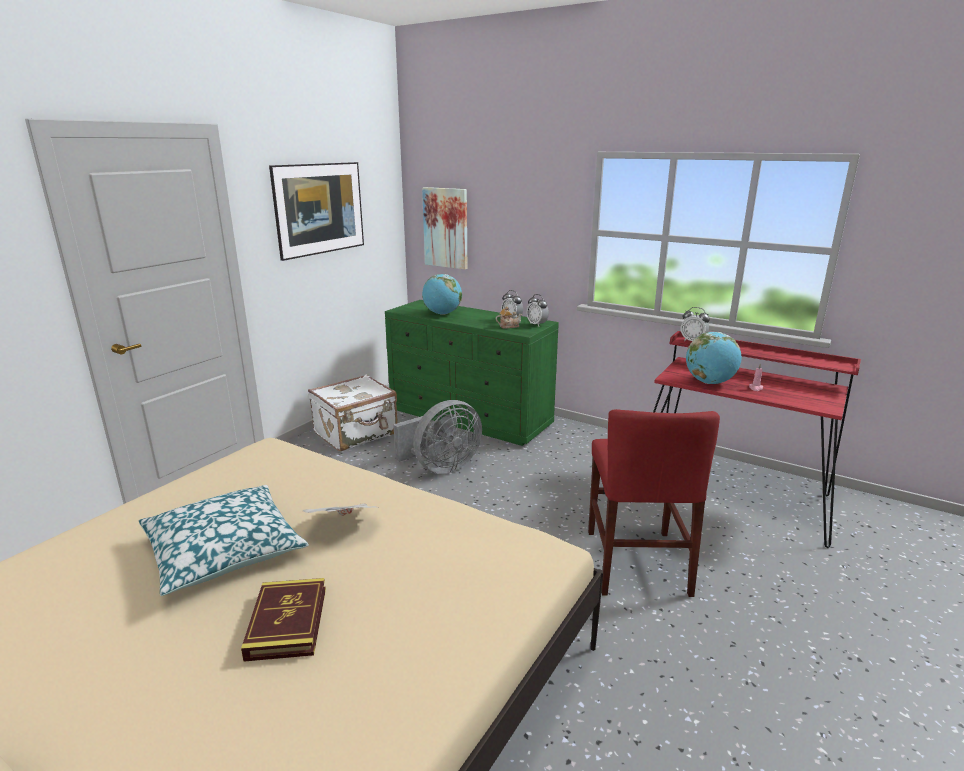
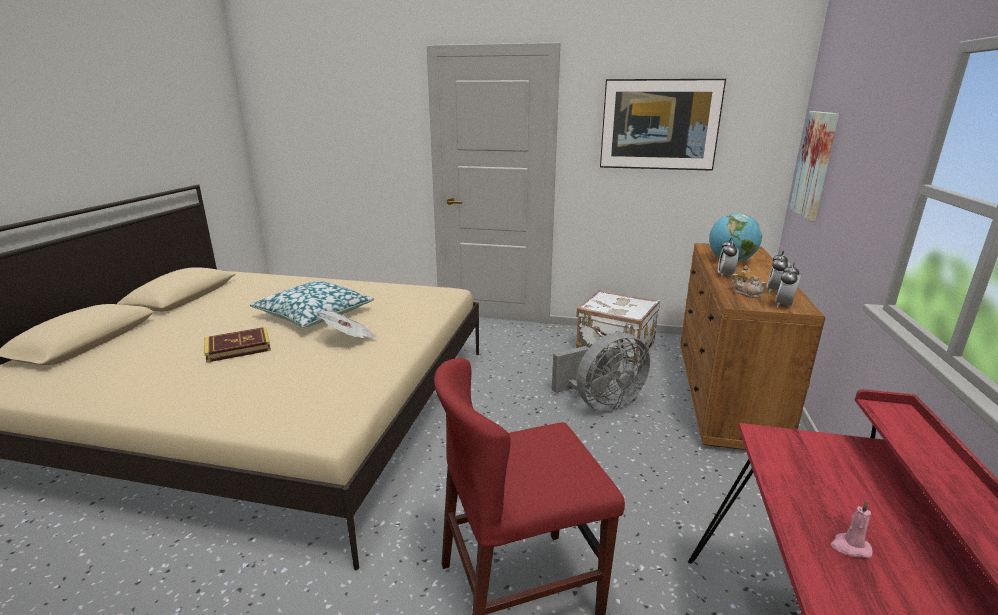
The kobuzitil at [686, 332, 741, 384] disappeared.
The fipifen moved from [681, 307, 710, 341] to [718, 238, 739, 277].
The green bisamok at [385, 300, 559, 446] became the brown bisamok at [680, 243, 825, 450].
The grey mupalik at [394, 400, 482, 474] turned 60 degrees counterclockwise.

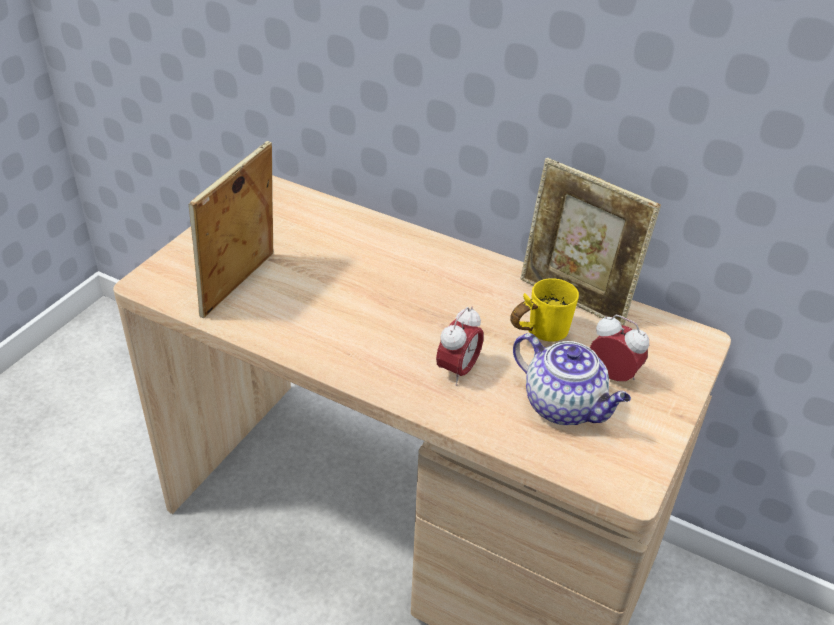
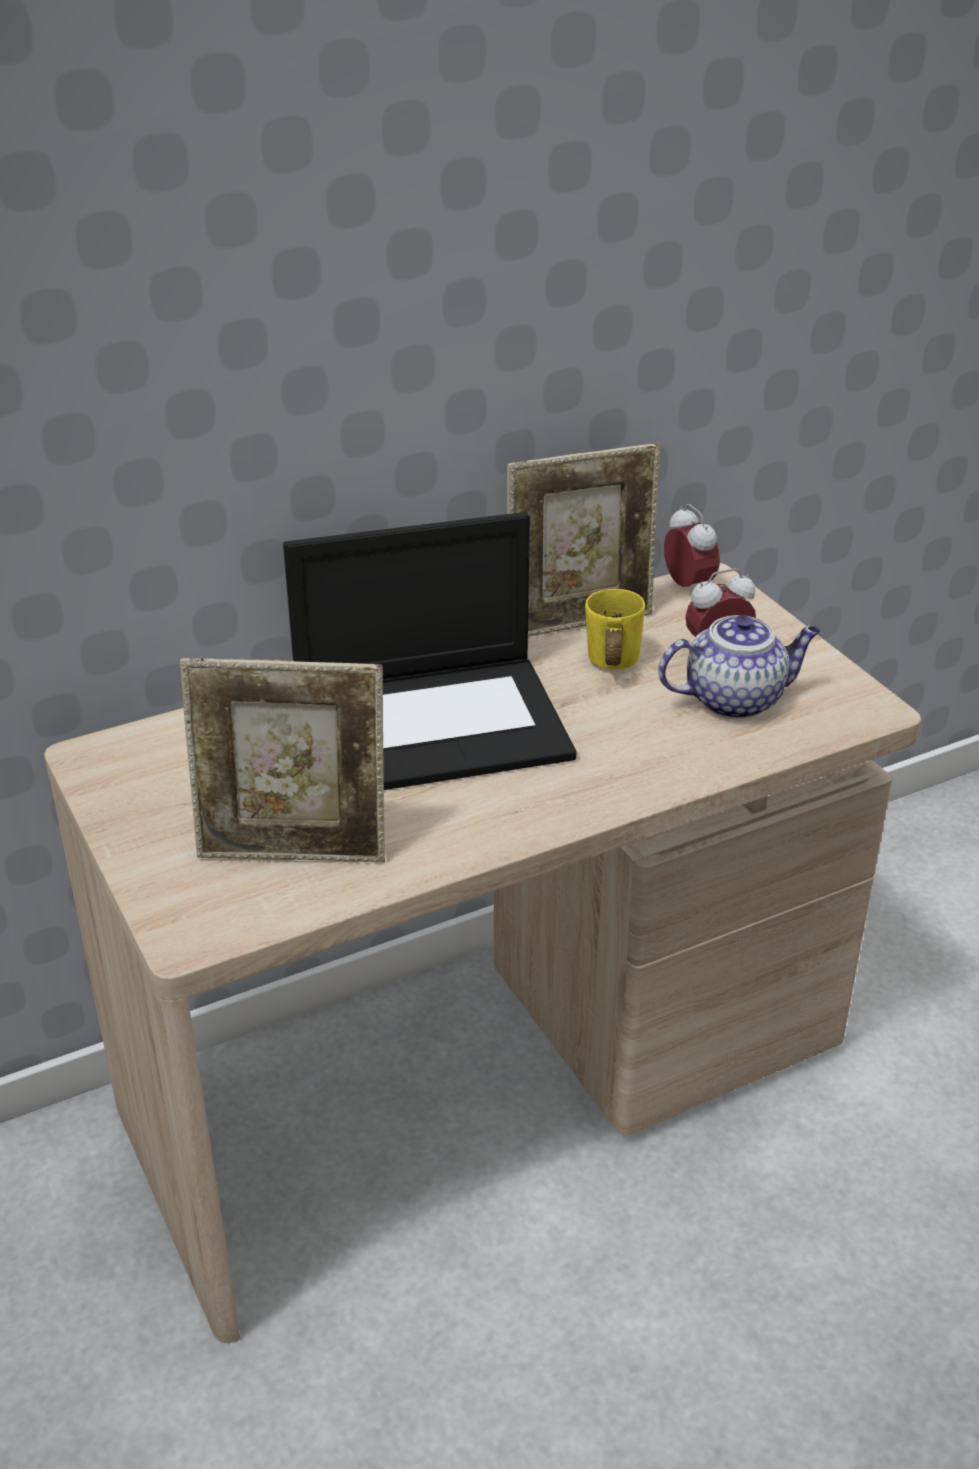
The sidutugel at [283, 512, 576, 790] appeared.
The fipifen moved from [436, 306, 484, 386] to [664, 504, 720, 587].
The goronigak at [189, 141, 273, 318] turned 60 degrees counterclockwise.

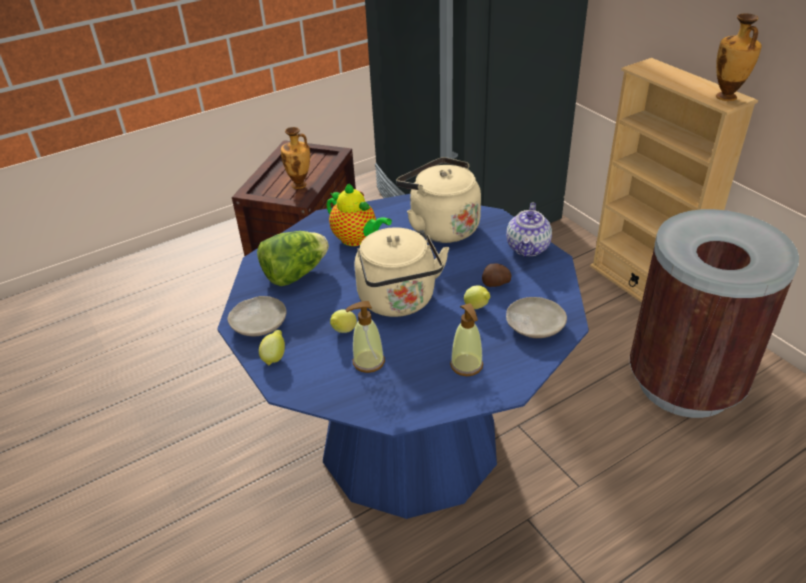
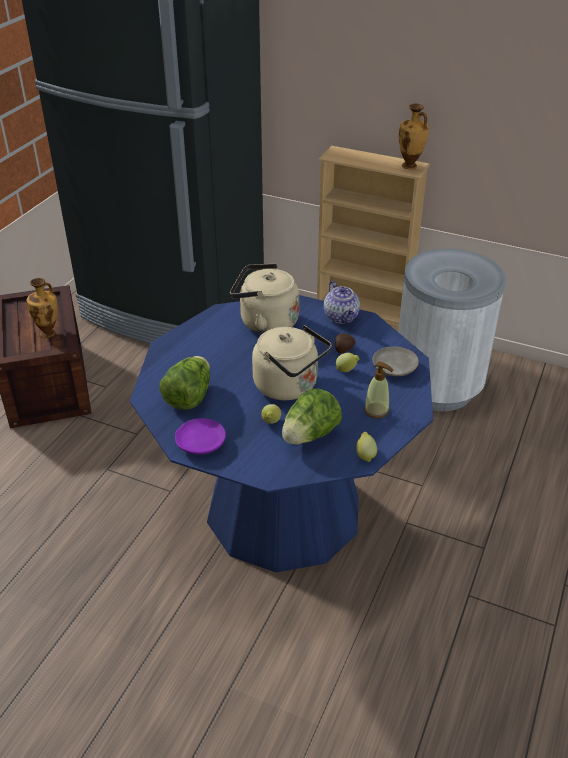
The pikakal at [326, 183, 392, 246] disappeared.
The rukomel moved from [259, 330, 285, 366] to [356, 432, 377, 462].
The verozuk at [345, 301, 385, 373] was replaced by the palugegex at [282, 389, 342, 445].
The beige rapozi at [227, 296, 286, 336] became the purple rapozi at [175, 418, 226, 455].
The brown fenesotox at [630, 209, 799, 418] became the white fenesotox at [398, 248, 506, 411].

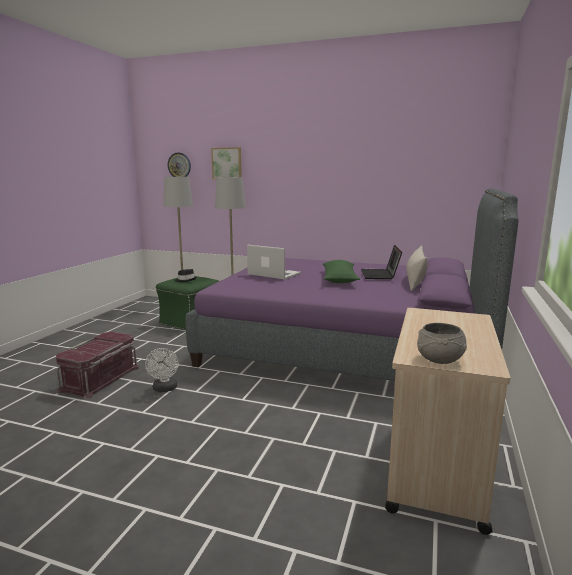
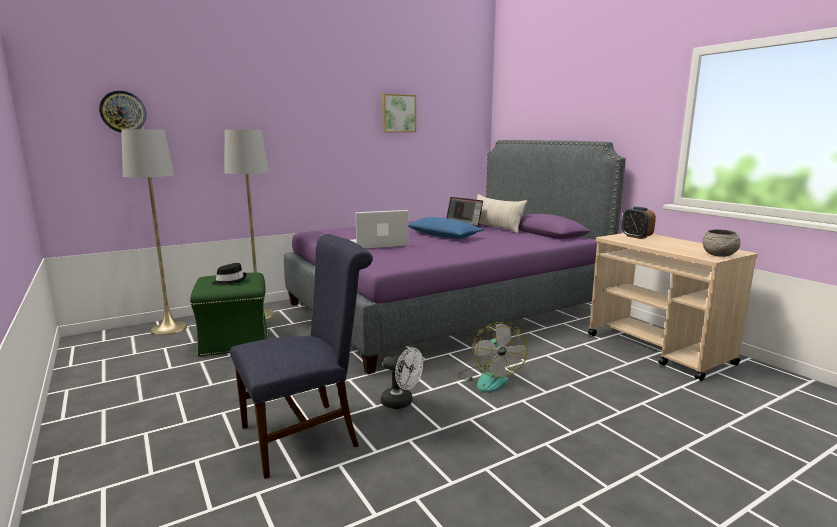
The mupalik at [458, 322, 528, 392] appeared.
The fipifen at [622, 207, 656, 239] appeared.
The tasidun moved from [211, 147, 242, 180] to [382, 94, 416, 132].
The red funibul at [56, 332, 140, 400] was replaced by the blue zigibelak at [230, 234, 373, 479].
The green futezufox at [323, 260, 360, 283] became the blue futezufox at [408, 217, 484, 239].

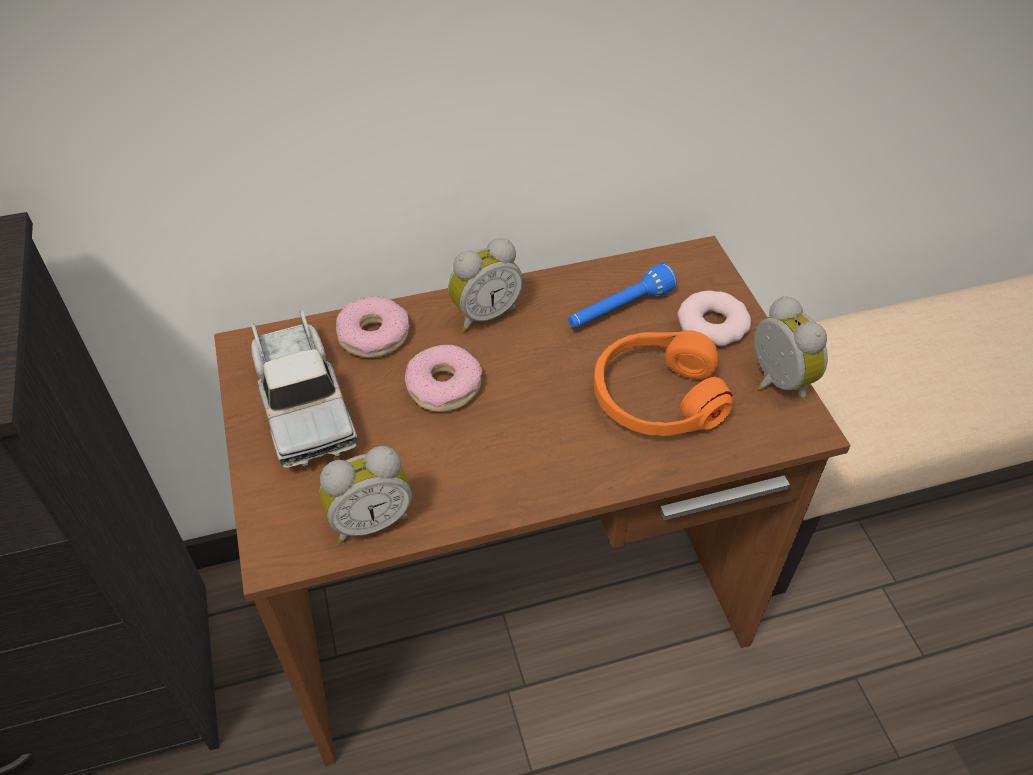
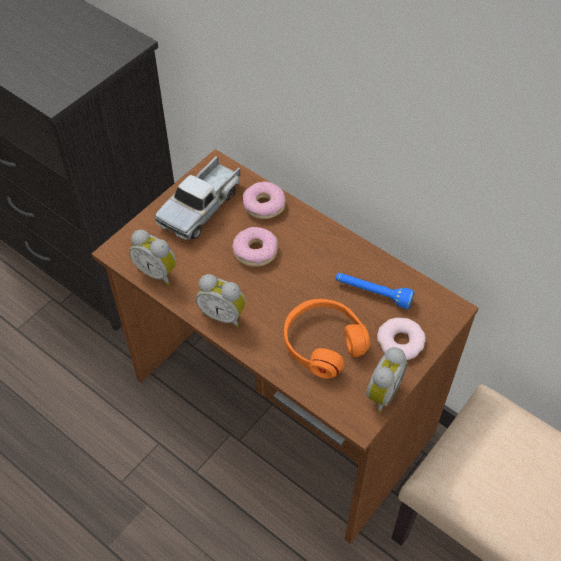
The fipifen moved from [448, 238, 523, 332] to [196, 274, 246, 327].

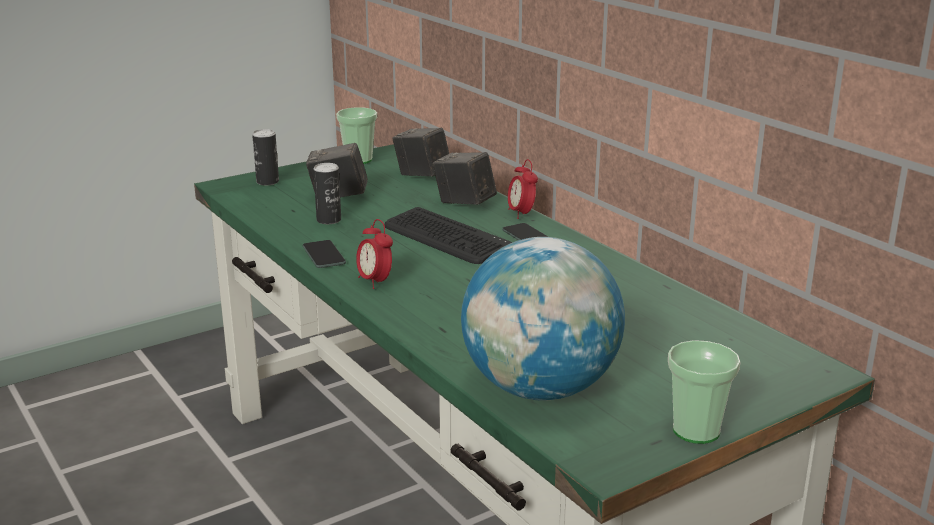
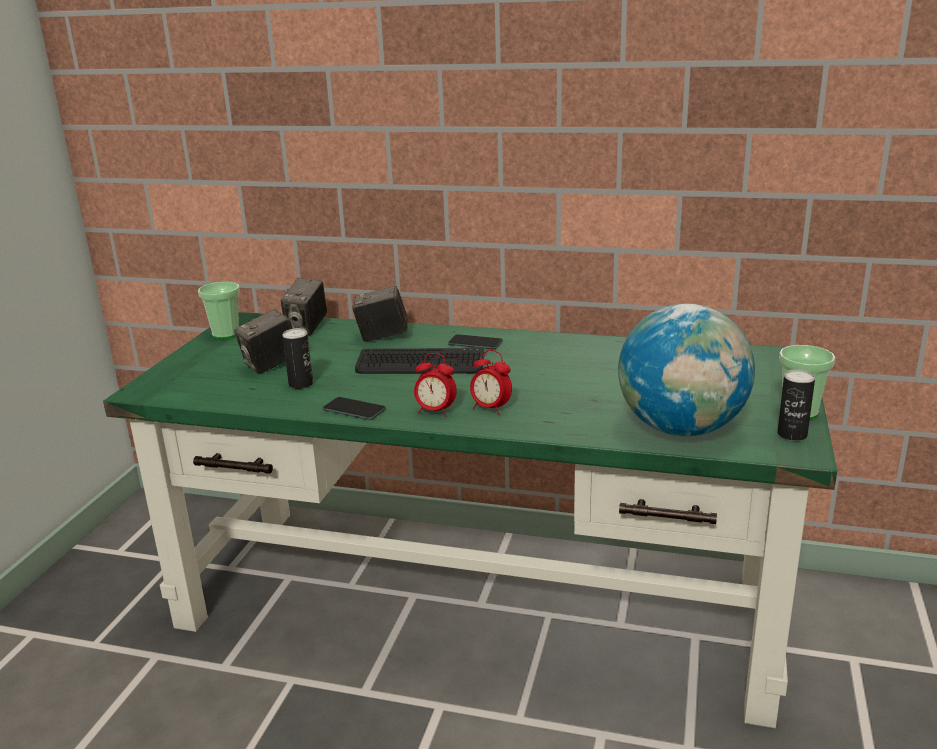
The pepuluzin moved from [252, 129, 279, 185] to [777, 369, 815, 441].
The fipifen moved from [508, 159, 538, 219] to [470, 350, 512, 415].
The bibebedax at [392, 127, 449, 176] turned 75 degrees counterclockwise.

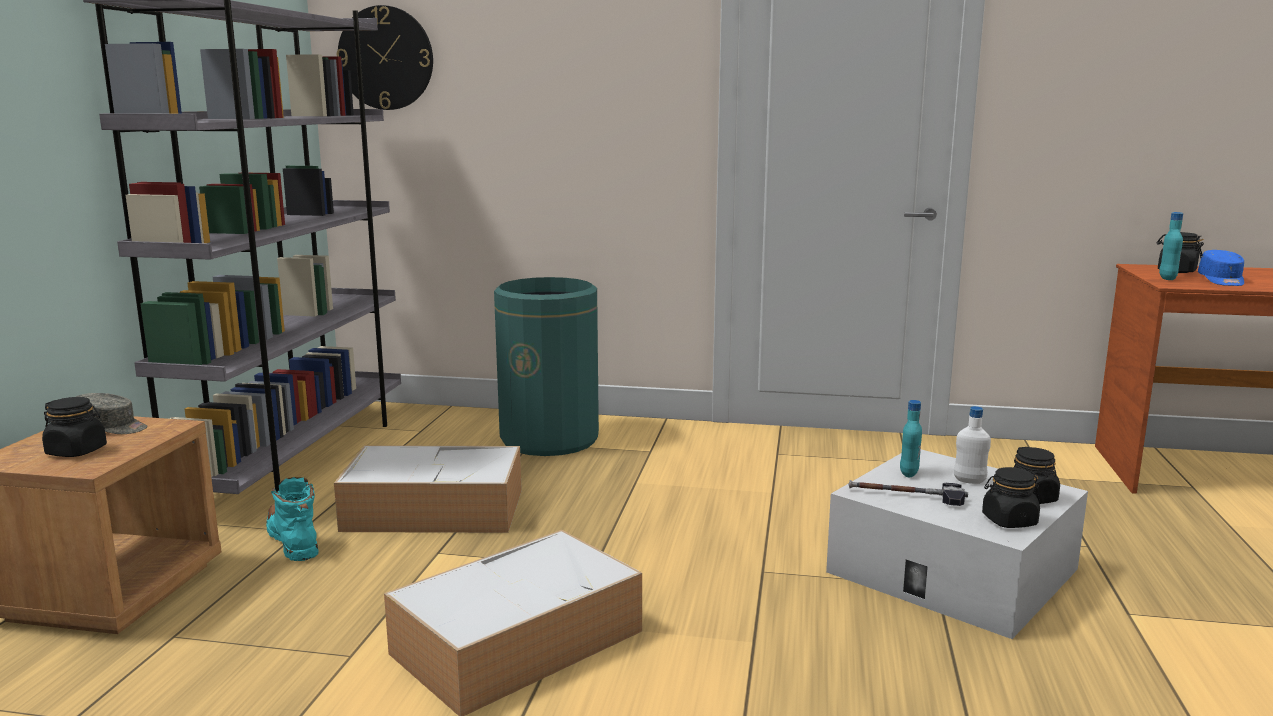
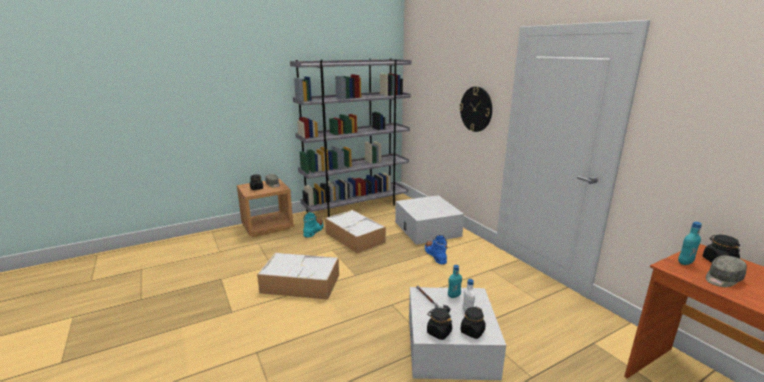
The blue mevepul at [425, 235, 447, 264] appeared.
The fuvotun moved from [337, 5, 433, 110] to [459, 87, 492, 132].
The green fenesotox at [494, 277, 599, 456] was replaced by the white funibul at [395, 195, 464, 245].
The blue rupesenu at [1198, 250, 1244, 286] became the grey rupesenu at [706, 255, 747, 287].

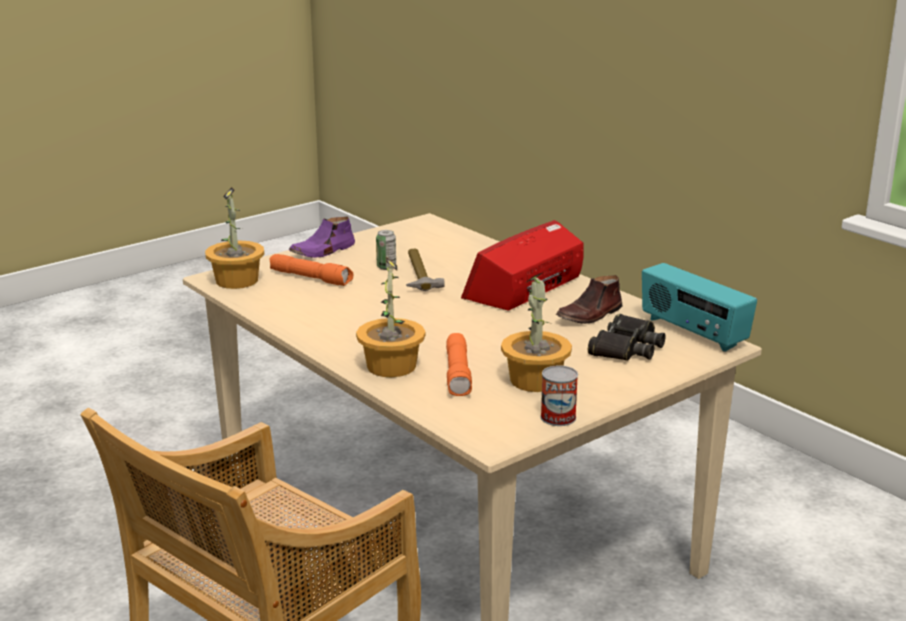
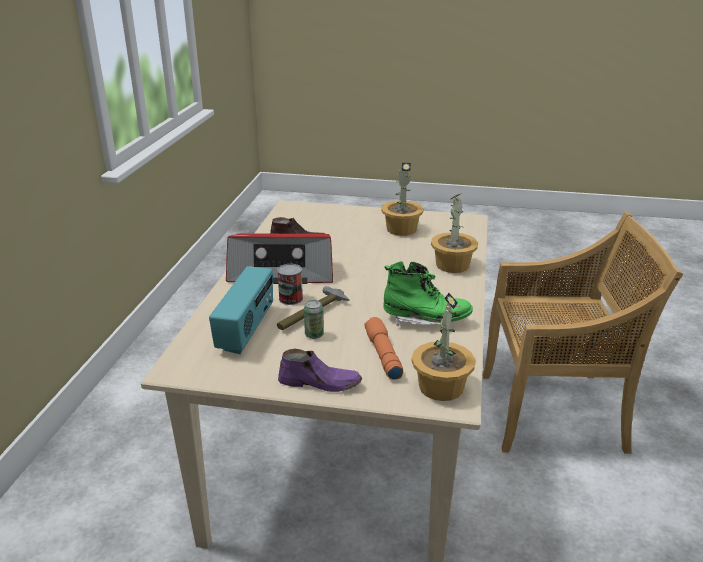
The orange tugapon at [446, 333, 472, 396] disappeared.
The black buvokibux at [588, 314, 666, 361] disappeared.
The green mevepul at [383, 261, 473, 327] appeared.
The pepuluzin moved from [540, 365, 578, 426] to [277, 264, 303, 305].
The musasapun moved from [642, 263, 757, 352] to [209, 266, 273, 354].

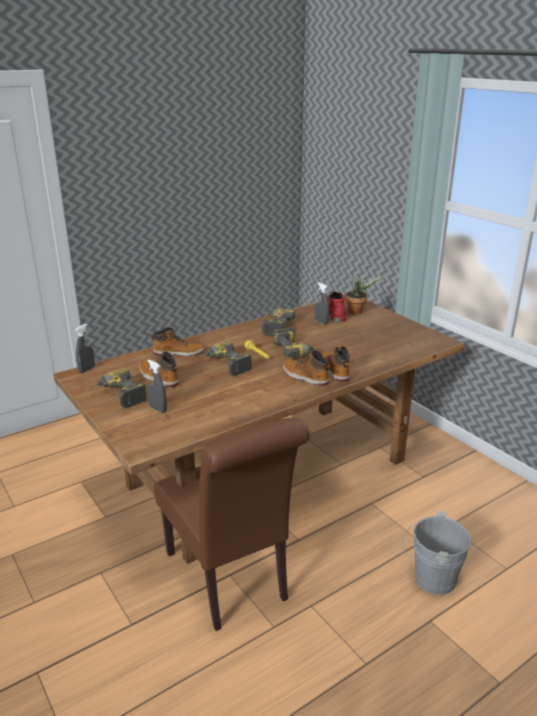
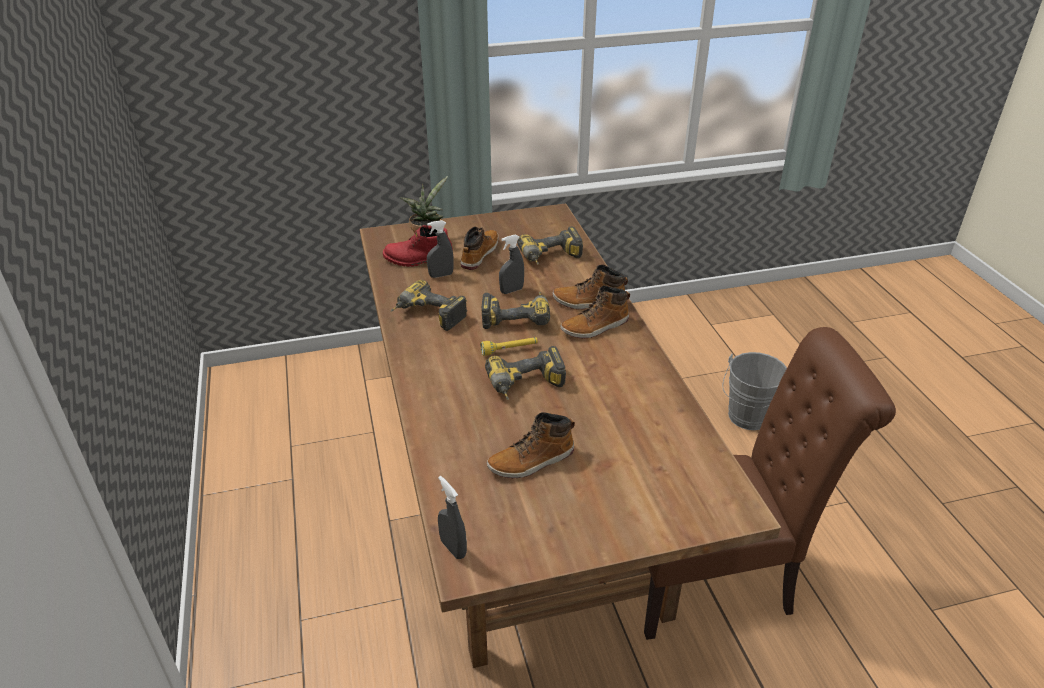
The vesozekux moved from [90, 368, 147, 408] to [517, 227, 583, 265].
The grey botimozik moved from [147, 360, 167, 413] to [499, 235, 524, 294].
The mevepul moved from [151, 327, 204, 356] to [461, 226, 499, 270].

